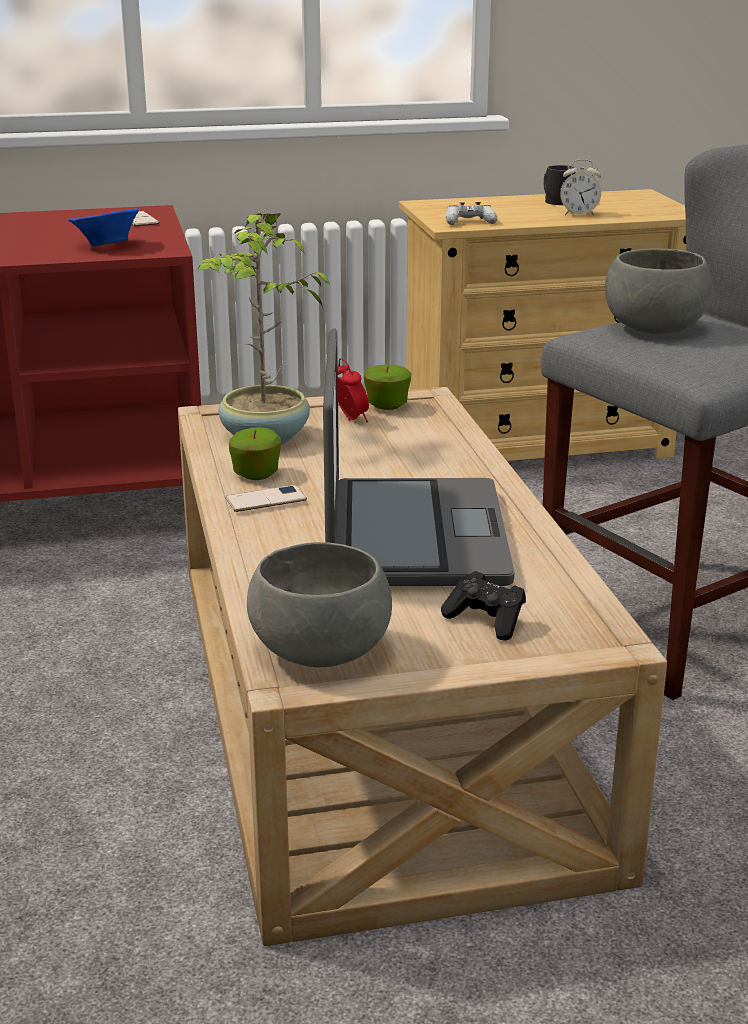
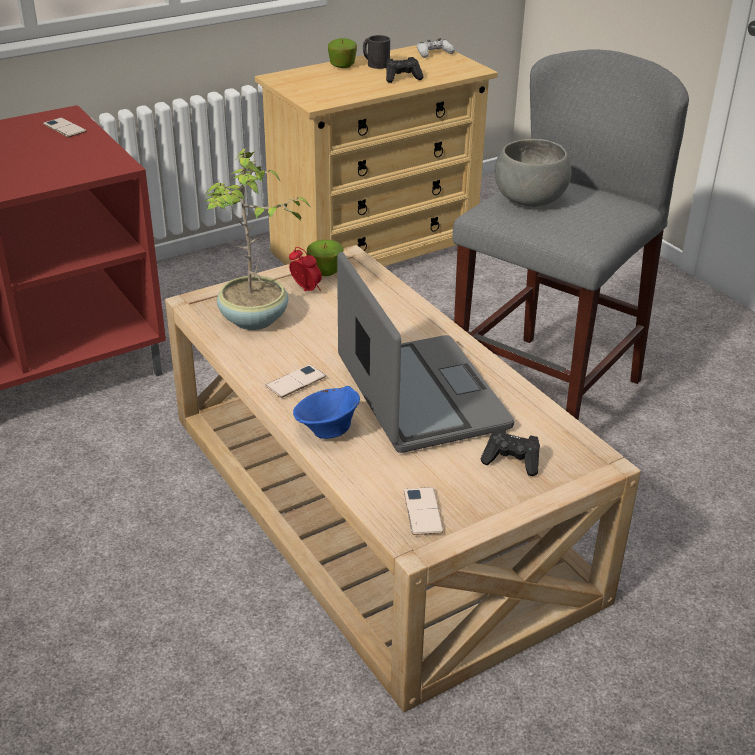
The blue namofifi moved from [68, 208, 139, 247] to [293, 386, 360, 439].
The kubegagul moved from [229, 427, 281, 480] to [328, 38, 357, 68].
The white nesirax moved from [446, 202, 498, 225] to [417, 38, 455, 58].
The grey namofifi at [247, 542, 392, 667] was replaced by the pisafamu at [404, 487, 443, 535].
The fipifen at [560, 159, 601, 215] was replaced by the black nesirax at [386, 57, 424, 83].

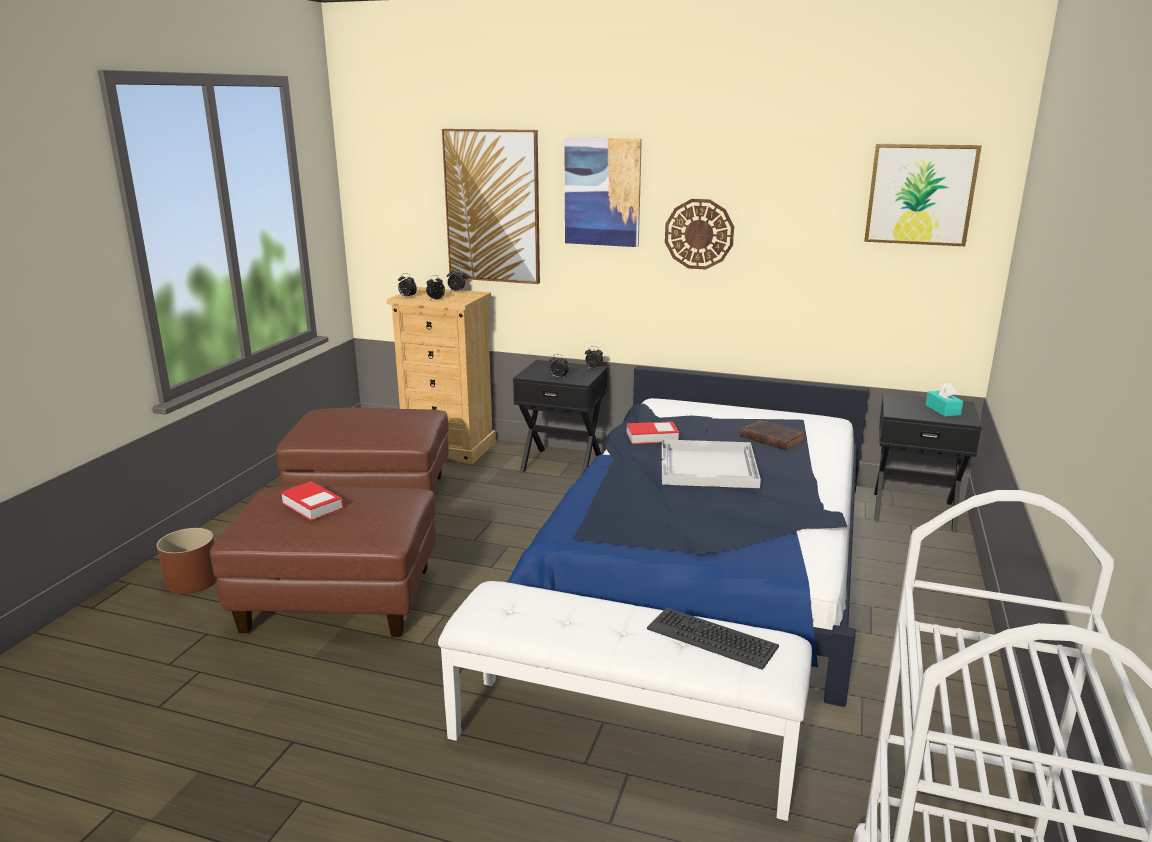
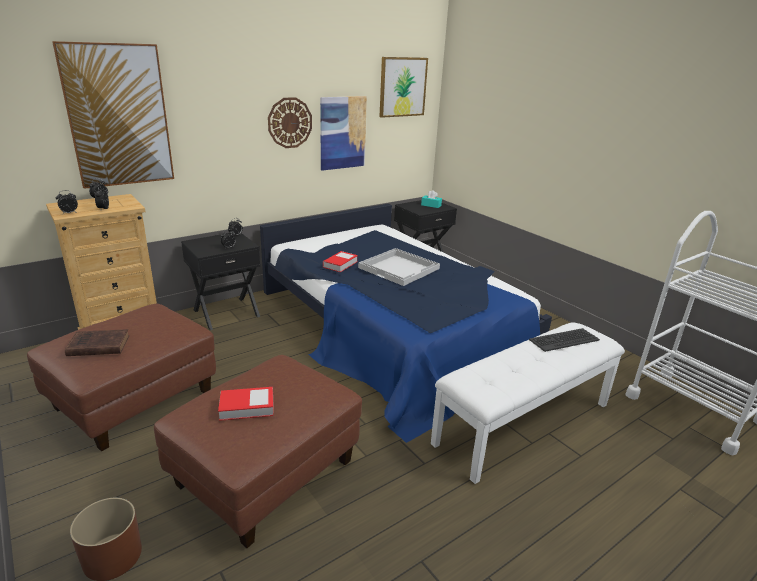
The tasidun moved from [564, 137, 642, 247] to [320, 96, 367, 171].
The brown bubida moved from [740, 420, 806, 451] to [65, 329, 129, 356].

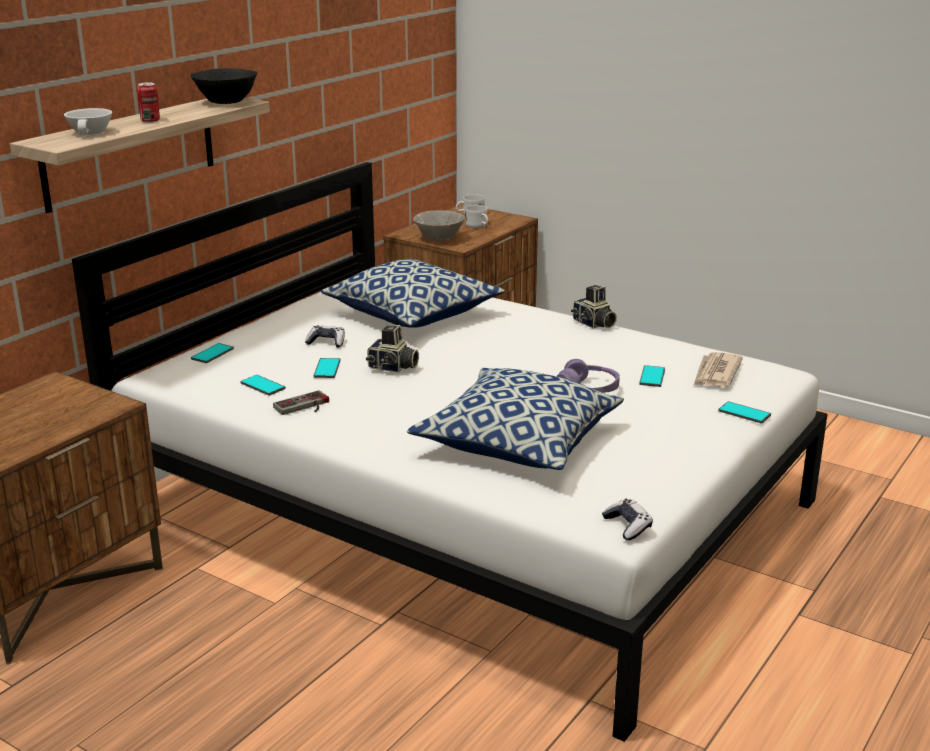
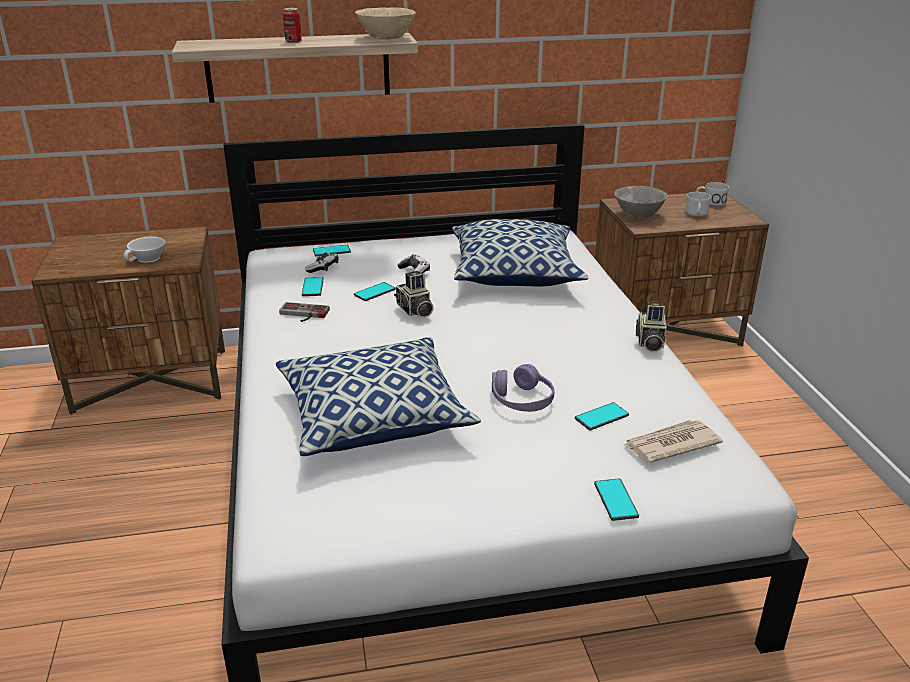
The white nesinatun moved from [64, 108, 112, 136] to [123, 236, 166, 263].
The nesirax moved from [602, 499, 653, 540] to [305, 252, 339, 273].
The black namofifi at [191, 68, 258, 104] became the beige namofifi at [355, 7, 416, 40].

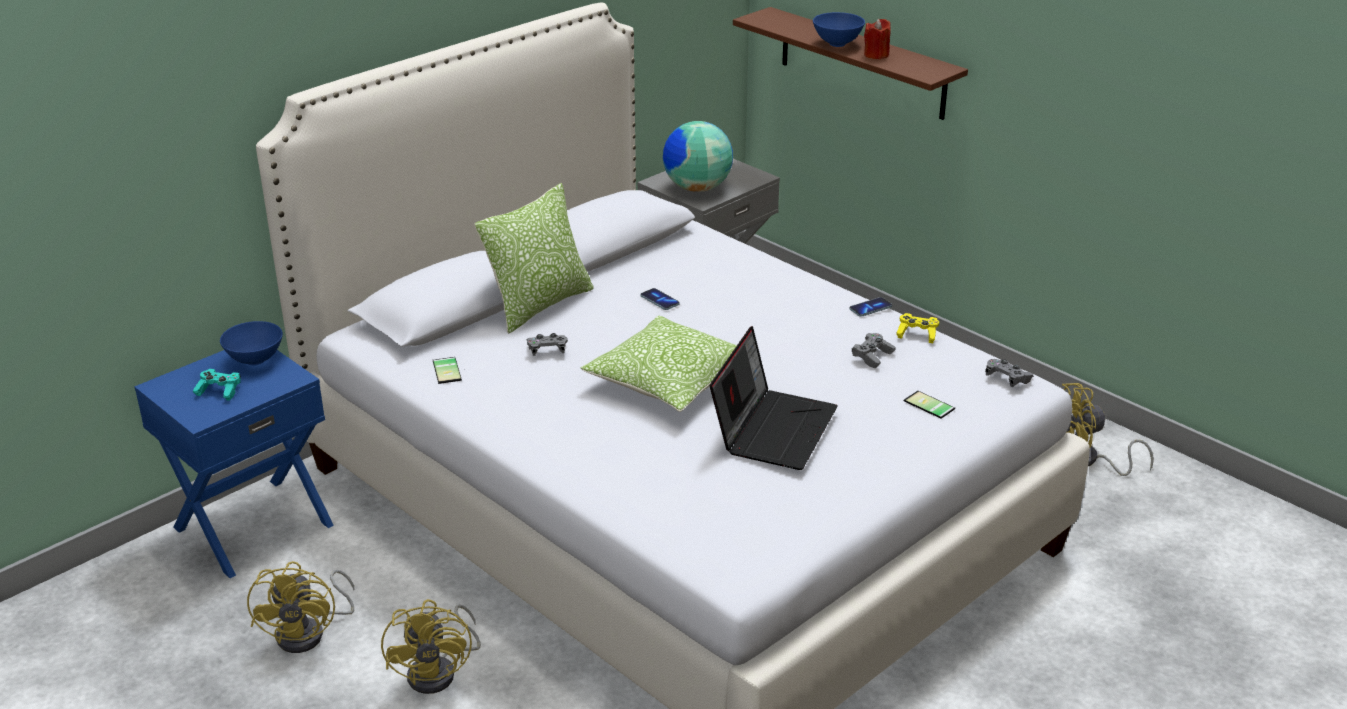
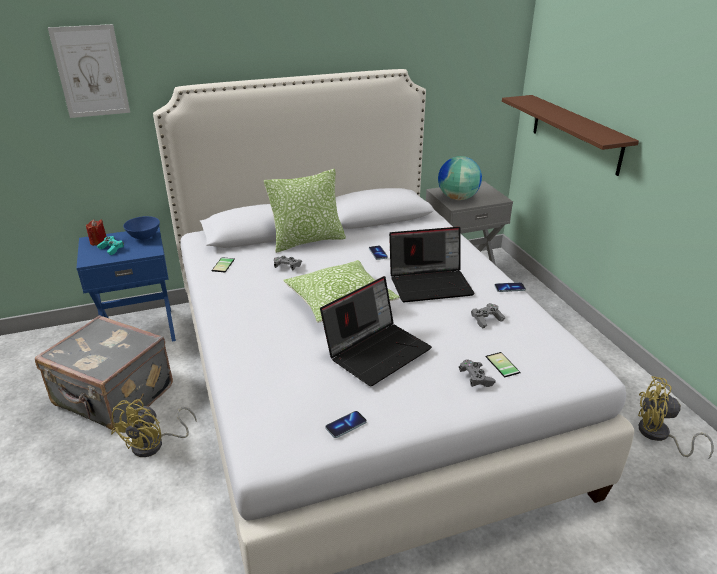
The blue namofifi at [813, 12, 865, 47] disappeared.
The yellow nesirax at [896, 313, 939, 343] disappeared.
The tasidun at [48, 24, 130, 118] appeared.
The pisafamu at [325, 411, 367, 438] appeared.
The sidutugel at [389, 227, 475, 302] appeared.
The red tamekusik moved from [864, 19, 891, 59] to [86, 219, 107, 246].
The grey nesirax moved from [985, 359, 1034, 387] to [459, 359, 496, 387].
The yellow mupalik at [247, 561, 354, 653] was replaced by the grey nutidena at [35, 315, 173, 431].

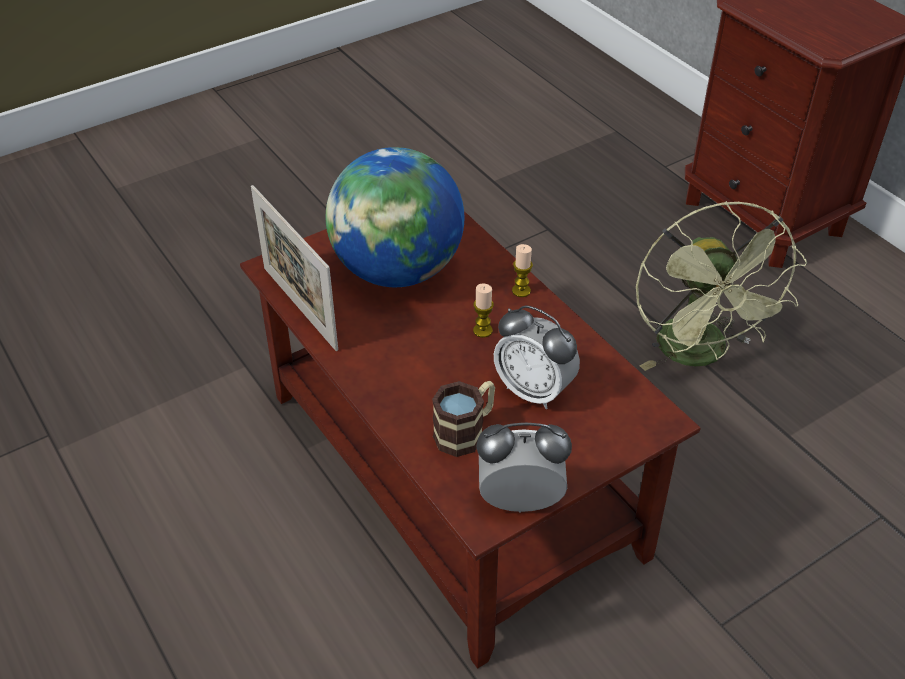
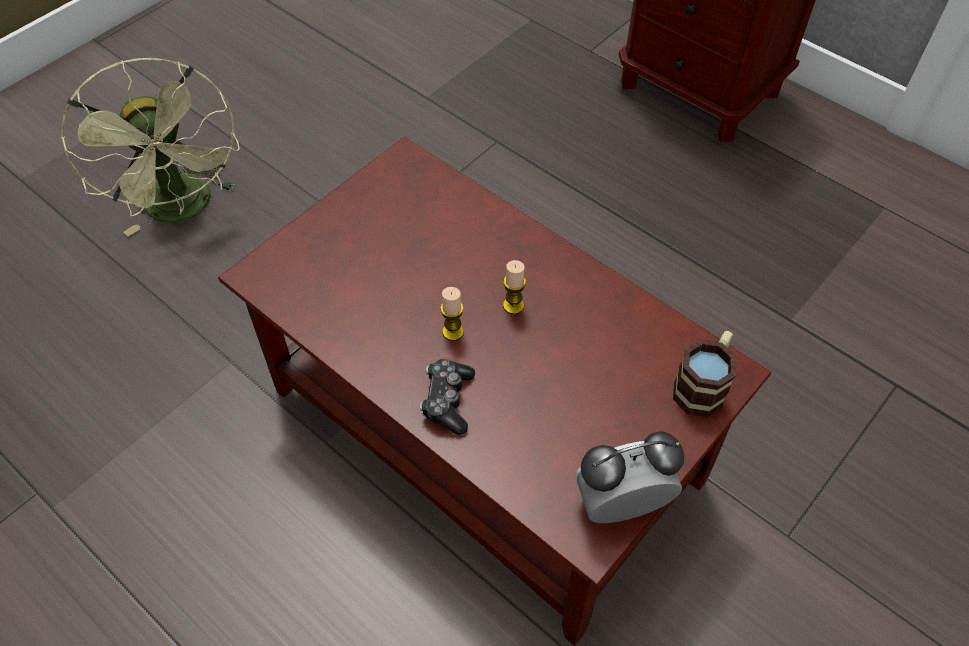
The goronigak at [251, 185, 338, 351] disappeared.
The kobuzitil at [326, 147, 464, 287] disappeared.
The fipifen at [494, 305, 580, 409] disappeared.
The nesirax at [420, 359, 475, 435] appeared.
The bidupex moved from [432, 381, 495, 457] to [673, 331, 737, 417].
The tamekusik moved from [512, 244, 533, 297] to [440, 287, 464, 341].
The green mupalik moved from [636, 201, 807, 371] to [61, 58, 240, 237].

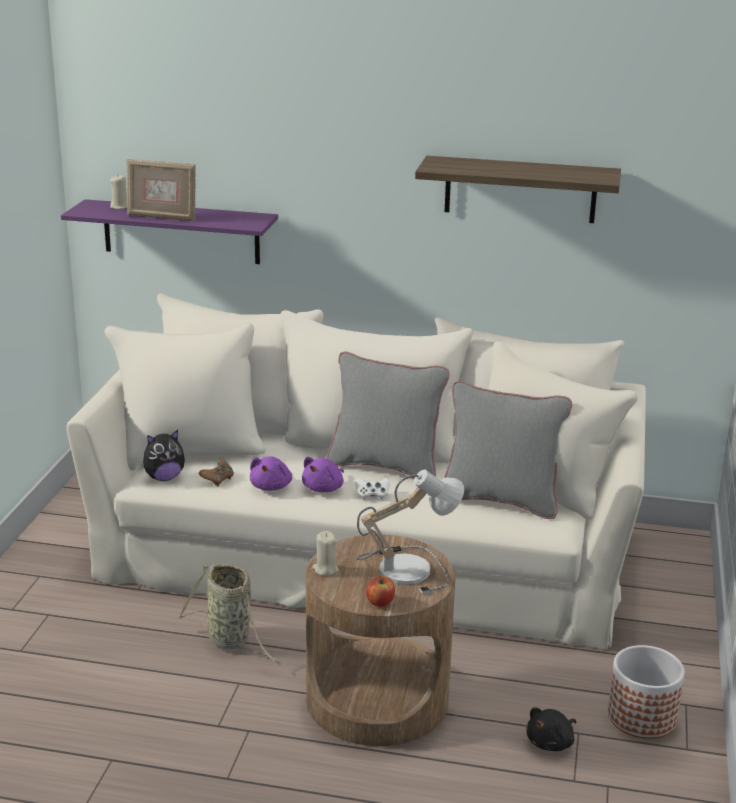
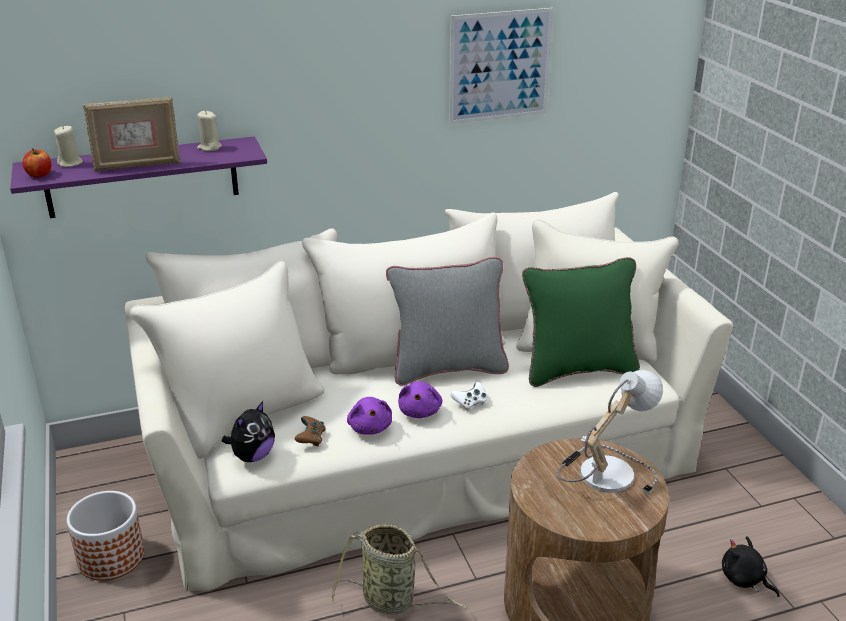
The beige tamekusik moved from [312, 531, 339, 576] to [197, 111, 222, 151].
The kubegagul moved from [366, 575, 395, 607] to [23, 148, 51, 177].
The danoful moved from [608, 645, 685, 739] to [67, 491, 144, 581].
The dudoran at [415, 156, 621, 223] was replaced by the tasidun at [449, 8, 553, 124].
The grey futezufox at [444, 381, 572, 519] became the green futezufox at [522, 257, 640, 387].
The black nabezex at [526, 707, 576, 751] turned 120 degrees clockwise.

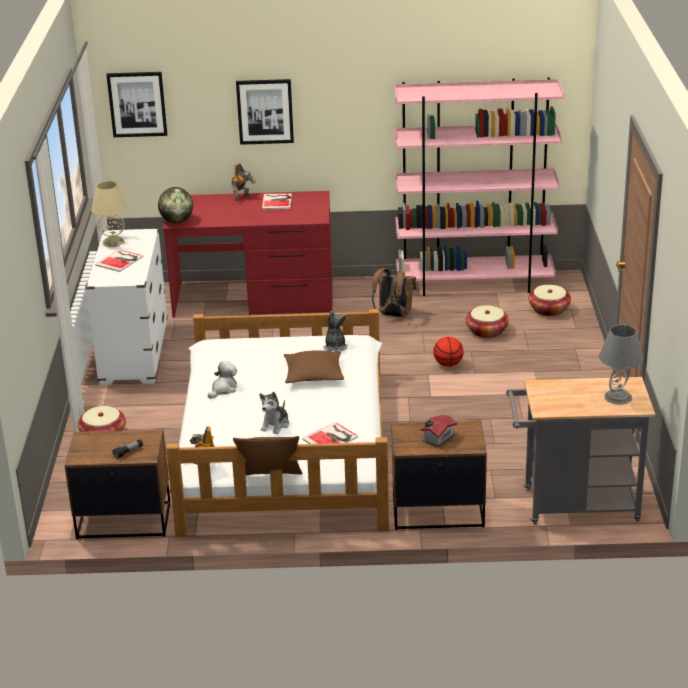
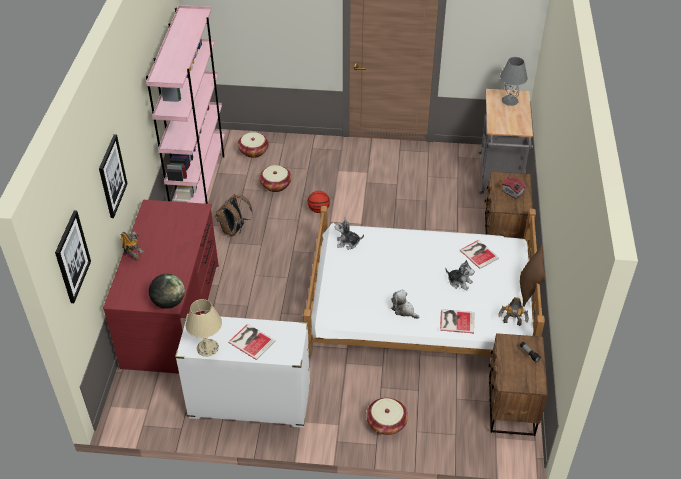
The brown futezufox at [284, 350, 344, 383] disappeared.
The bubida moved from [262, 193, 292, 210] to [440, 309, 474, 333].

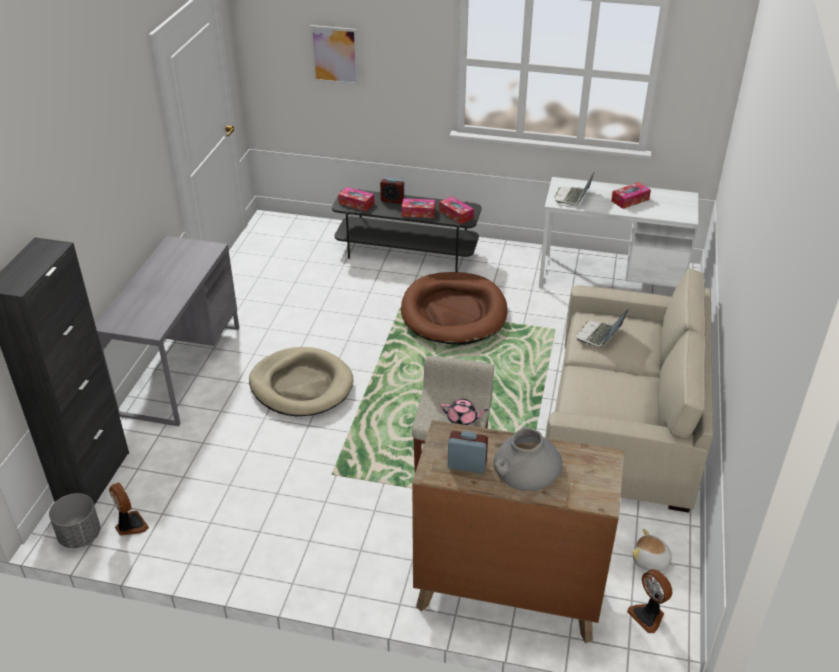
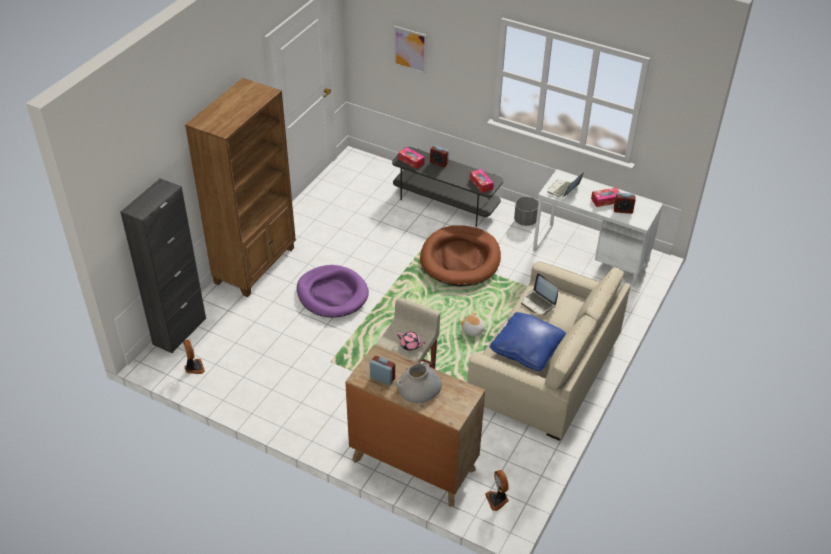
The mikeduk at [402, 198, 435, 218] disappeared.
The blue futezufox at [490, 312, 566, 371] appeared.
The fipifen at [614, 193, 636, 214] appeared.
The grey danoful moved from [49, 493, 101, 548] to [514, 197, 539, 226].
The nabezex moved from [631, 529, 676, 572] to [459, 311, 485, 336].
The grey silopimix at [95, 236, 239, 426] was replaced by the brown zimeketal at [185, 78, 296, 297].
The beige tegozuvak at [249, 347, 353, 416] became the purple tegozuvak at [297, 265, 369, 318].
The sidutugel at [576, 308, 629, 347] turned 90 degrees counterclockwise.

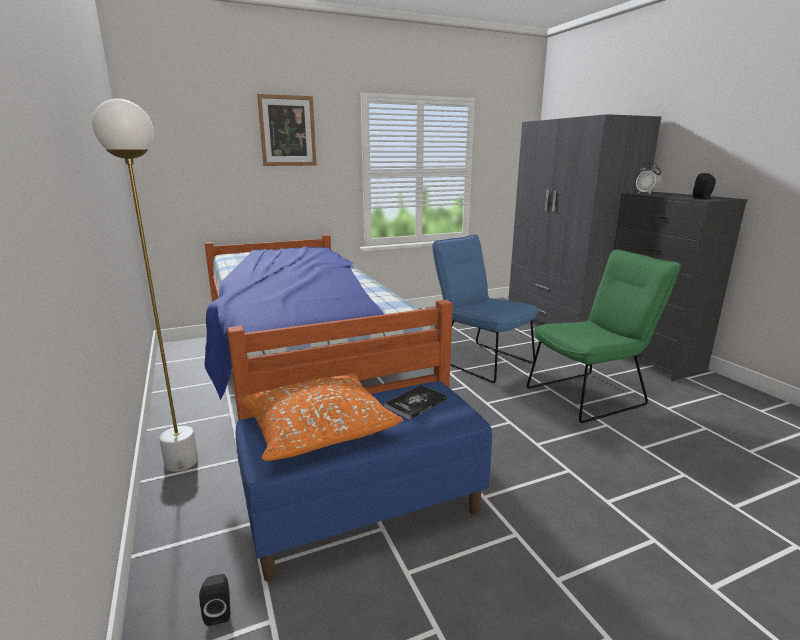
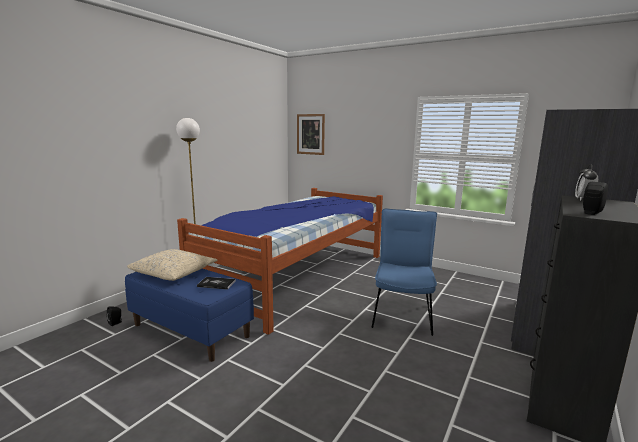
The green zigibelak at [527, 249, 680, 423] disappeared.
The tasidun moved from [257, 94, 316, 166] to [297, 114, 325, 155].
The orange futezufox at [238, 373, 403, 461] became the beige futezufox at [127, 249, 218, 281].

